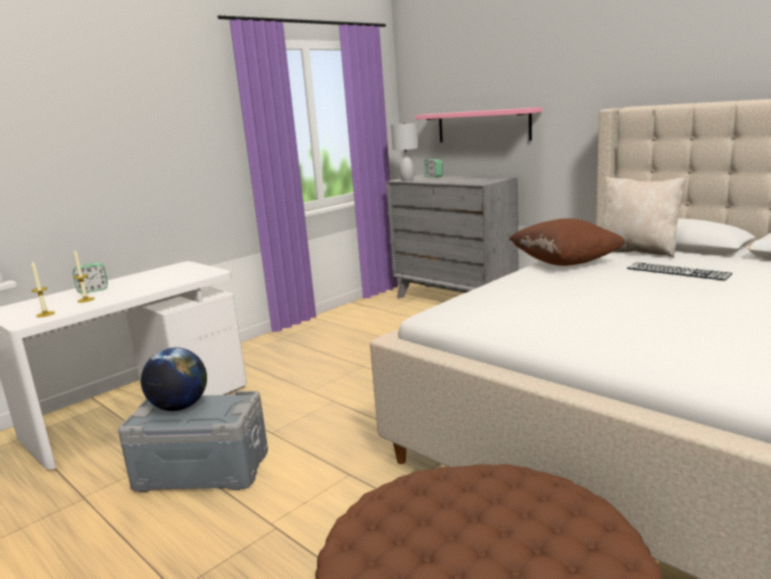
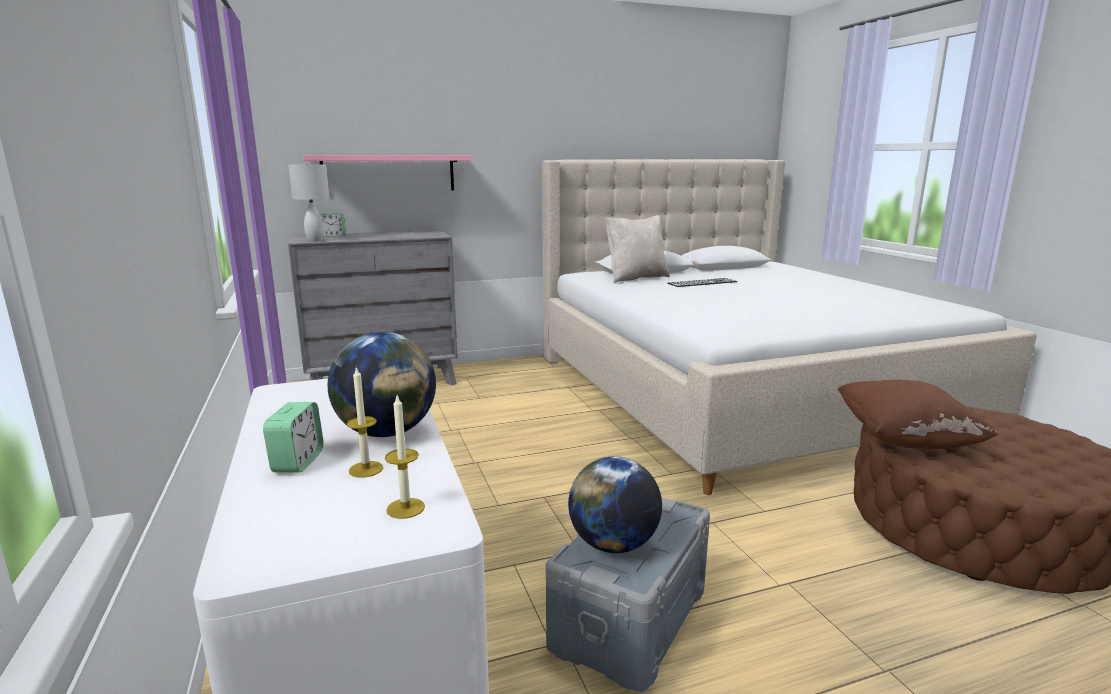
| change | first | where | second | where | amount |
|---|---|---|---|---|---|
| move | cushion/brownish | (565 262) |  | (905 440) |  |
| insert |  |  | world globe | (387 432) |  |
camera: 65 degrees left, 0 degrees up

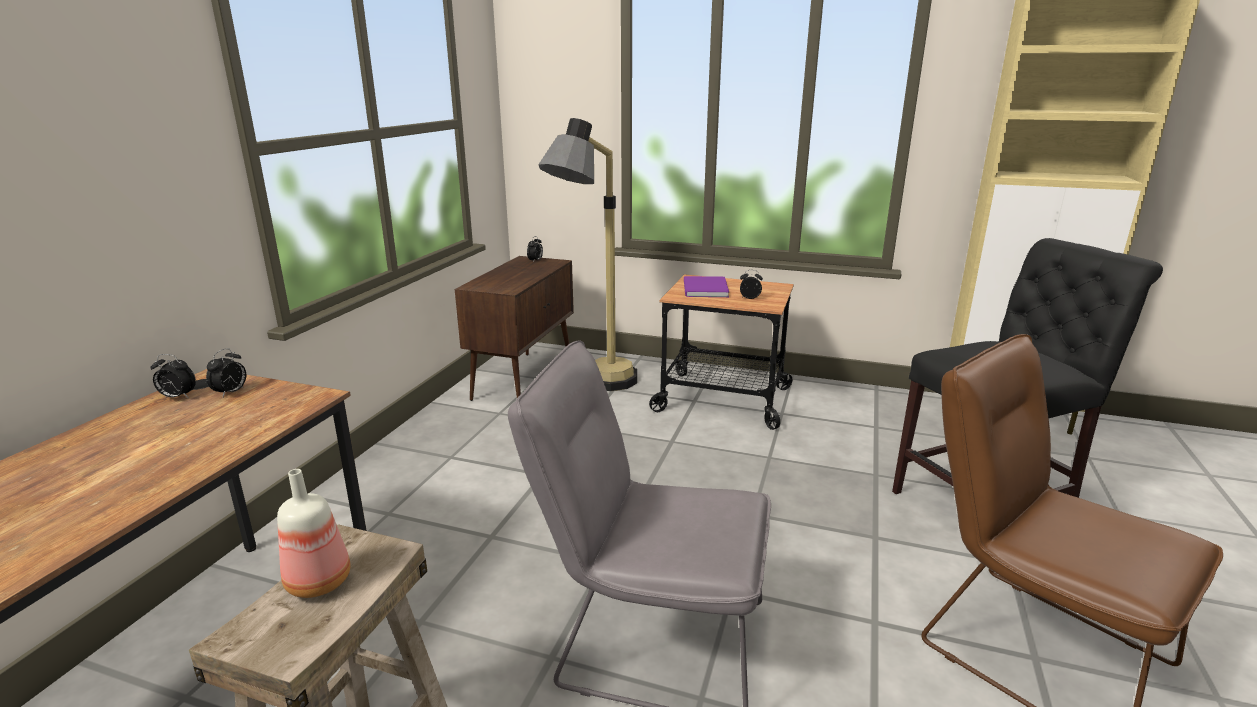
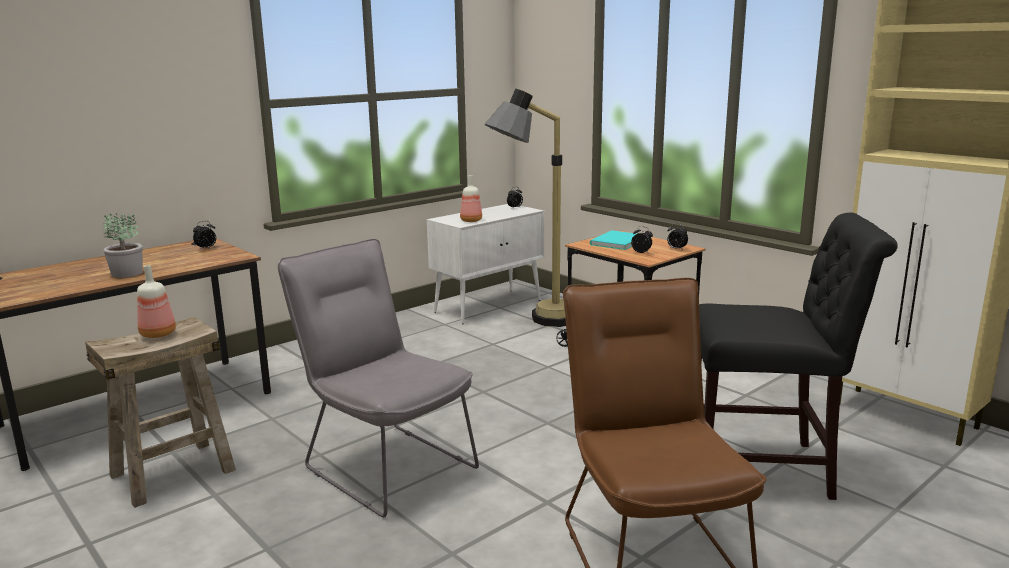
| change | first | where | second | where | amount |
|---|---|---|---|---|---|
| recolor | cupboard/brownish | (524 378) | cupboard/white-coloured | (489 306) |  |
| recolor | volume/purplish | (704 289) | volume/turquoise-coloured | (615 242) |  |
| move | table clock | (177 397) |  | (676 249) |  |
| insert |  |  | beverage bottle | (471 221) |  |
| insert |  |  | houseplant | (127 273) |  |
camera: 30 degrees right, 5 degrees down

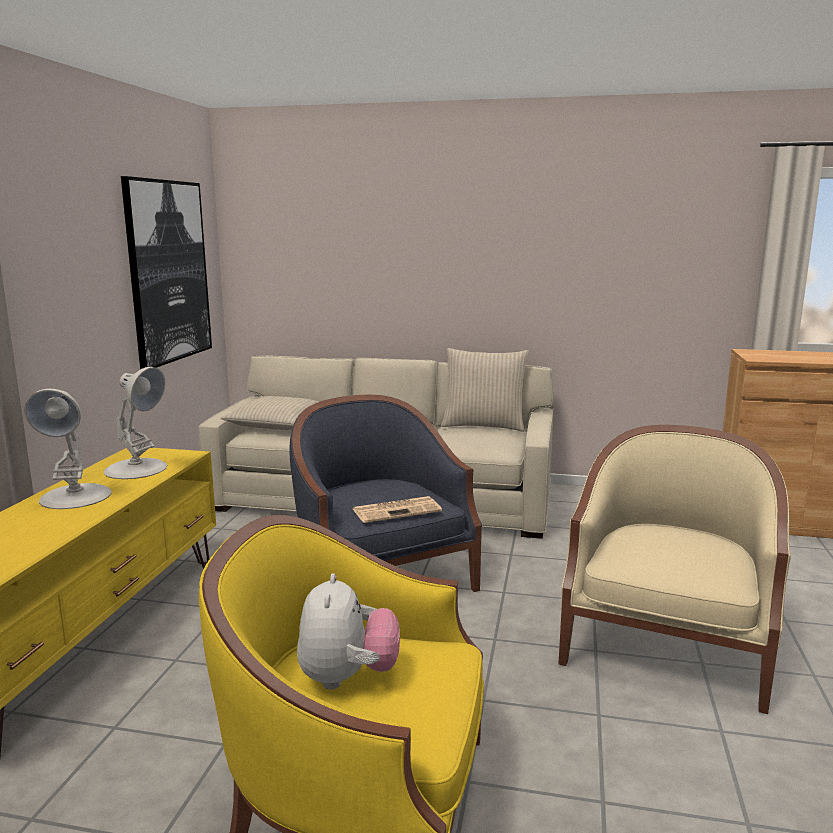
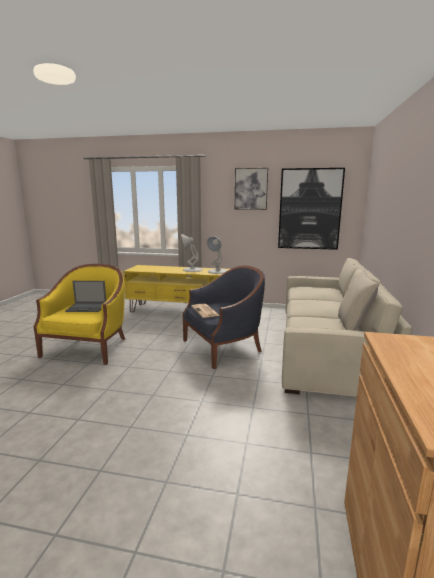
| change | first | where | second | where | amount |
|---|---|---|---|---|---|
| delete | cushion/beige-coloured | (278 424) |  |  |  |
| delete | easy chair/beige-coloured | (666 646) |  |  |  |
| replace | plush toy | (347 677) | notebook computer | (87 308) |  |
| insert |  |  | picture | (251 189) |  |
camera: 90 degrees right, 0 degrees up

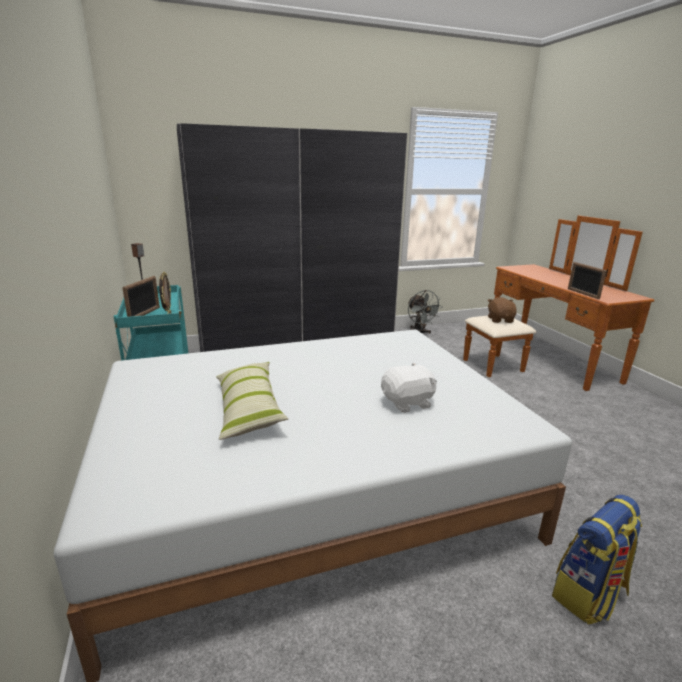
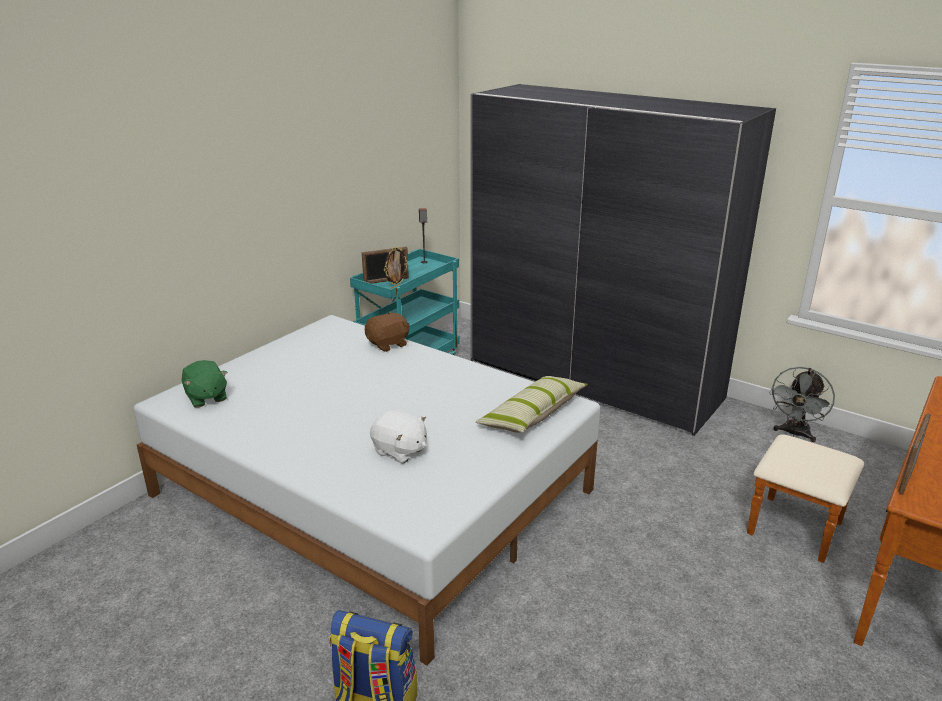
| change | first | where | second | where | amount |
|---|---|---|---|---|---|
| move | plush toy/brownish | (500 320) |  | (388 344) |  |
| move | cushion | (248 409) |  | (532 415) |  |
| insert |  |  | plush toy/green | (206 398) |  |
camera: 55 degrees right, 5 degrees up

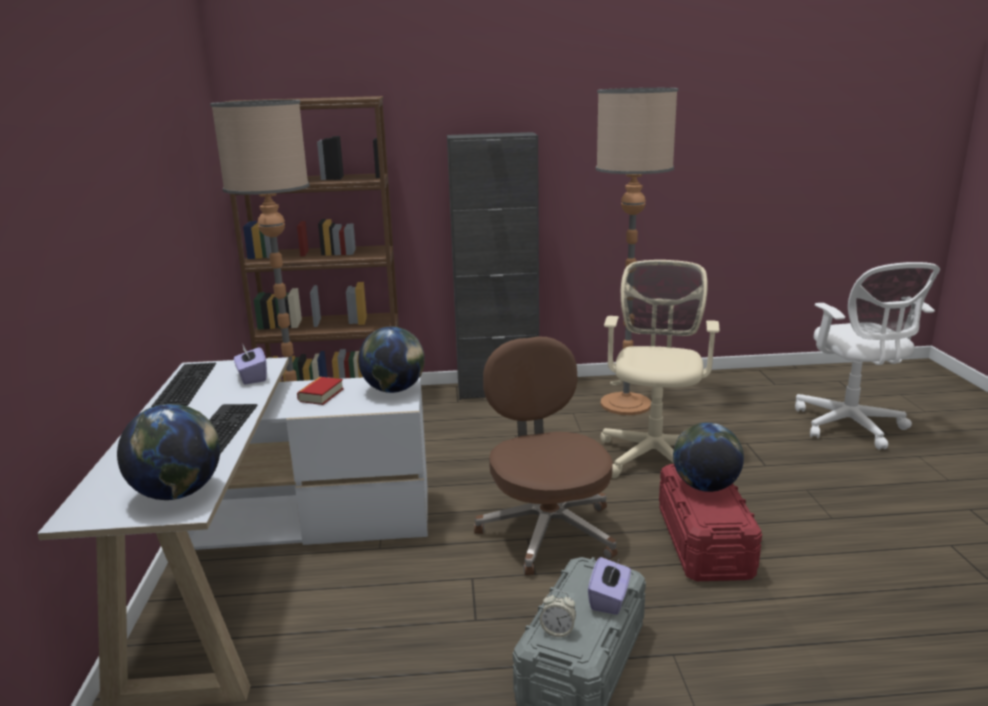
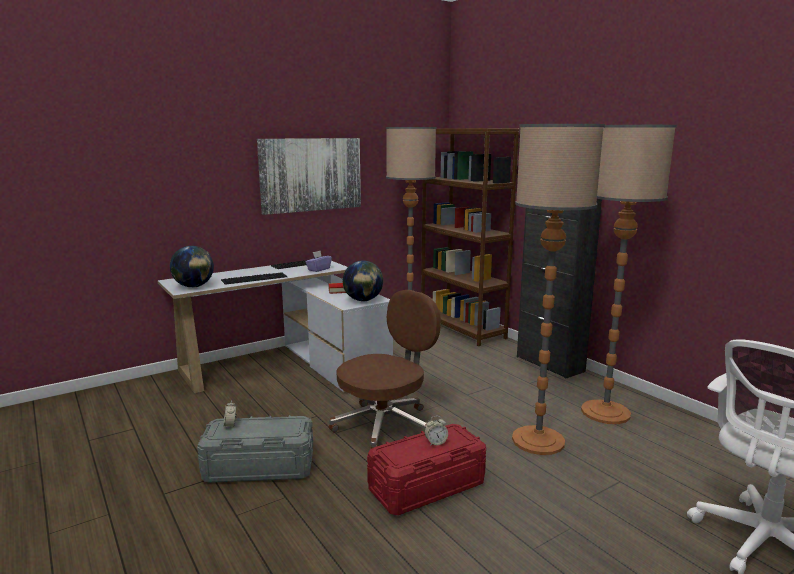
| change | first | where | second | where | amount |
|---|---|---|---|---|---|
| replace | computer chair/beige-coloured | (654 453) | standing lamp | (538 441) |  |
| replace | world globe | (705 487) | table clock | (436 443) |  |
| delete | tissue holder/purplish | (609 599) |  |  |  |
| insert |  |  | picture | (311 174) |  |
camera: 60 degrees right, 5 degrees down

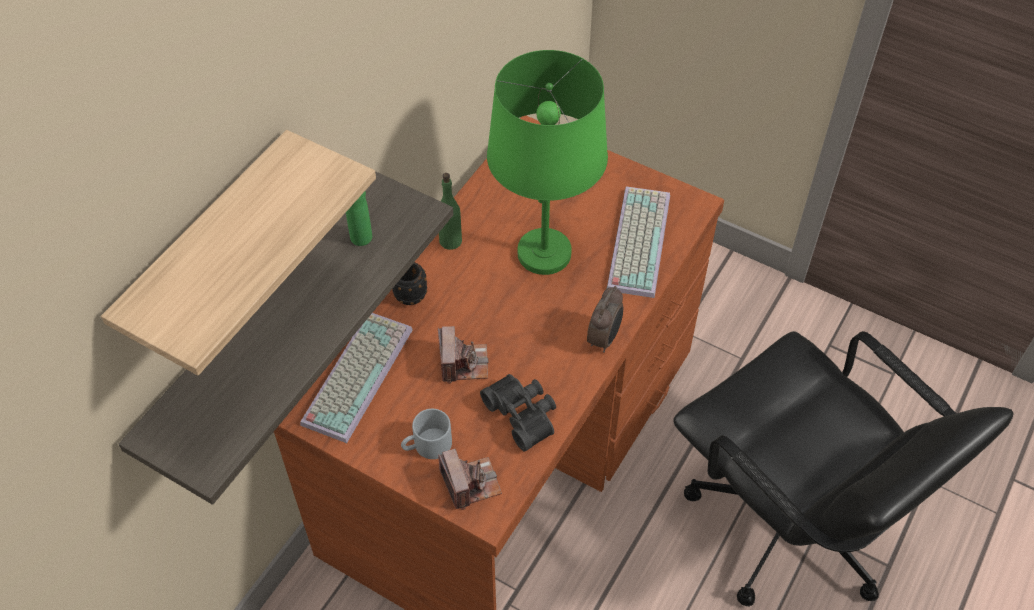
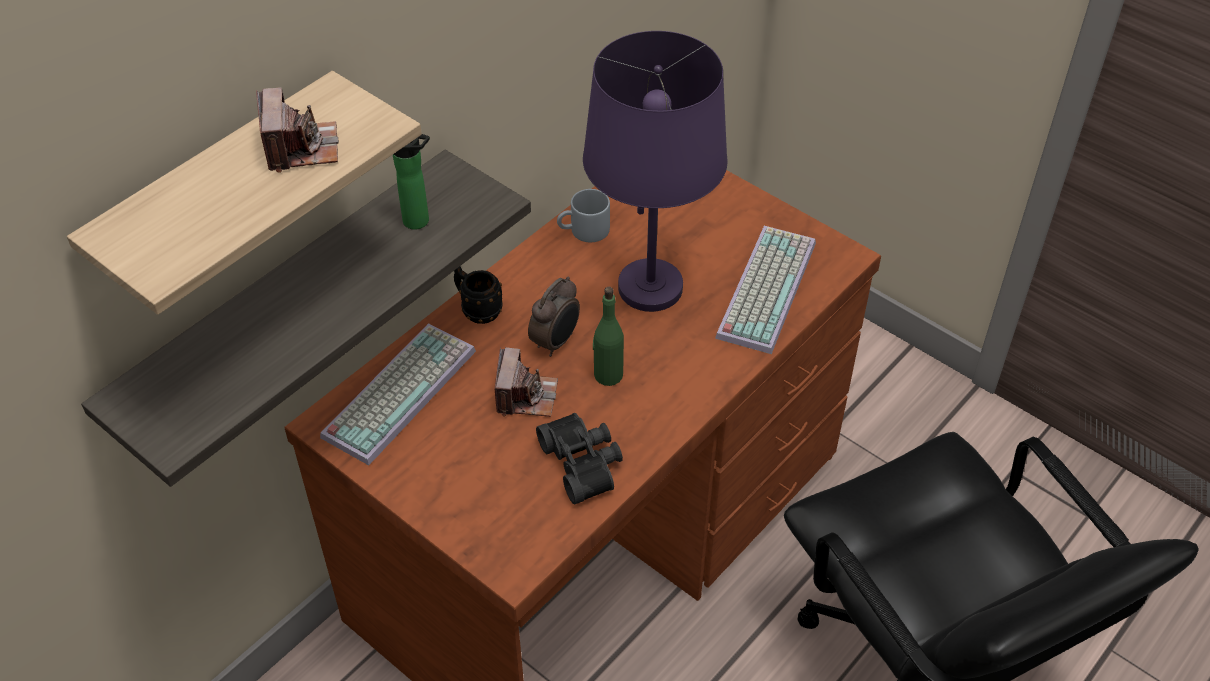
| change | first | where | second | where | amount |
|---|---|---|---|---|---|
| recolor | table lamp/green | (543 253) | table lamp/purplish | (649 287) |  |
| move | beverage bottle/green | (450 241) |  | (608 375) |  |
| move | table clock | (604 338) |  | (556 342) |  |
| move | coffee mug/gray | (427 446) |  | (583 231) |  |
| move | photo camera | (470 483) |  | (301 148) |  |
camera: 10 degrees right, 5 degrees down

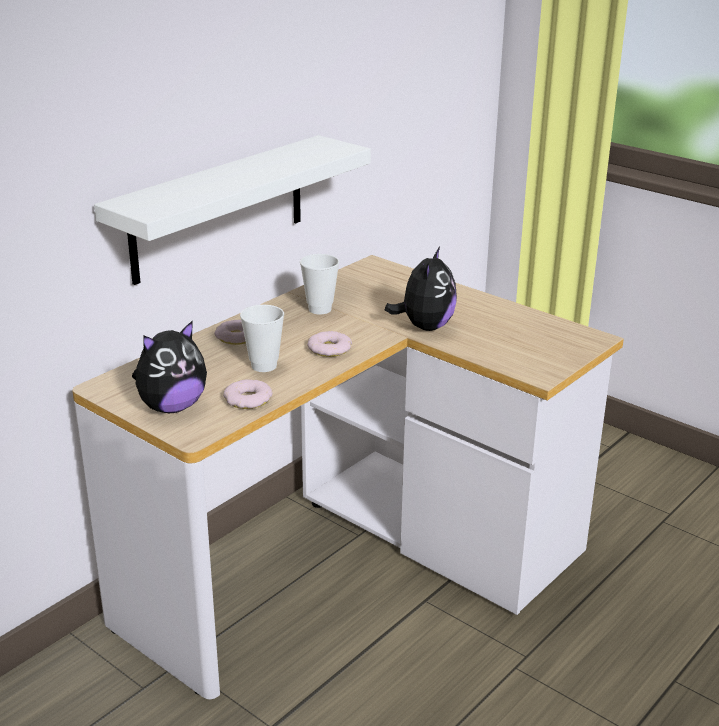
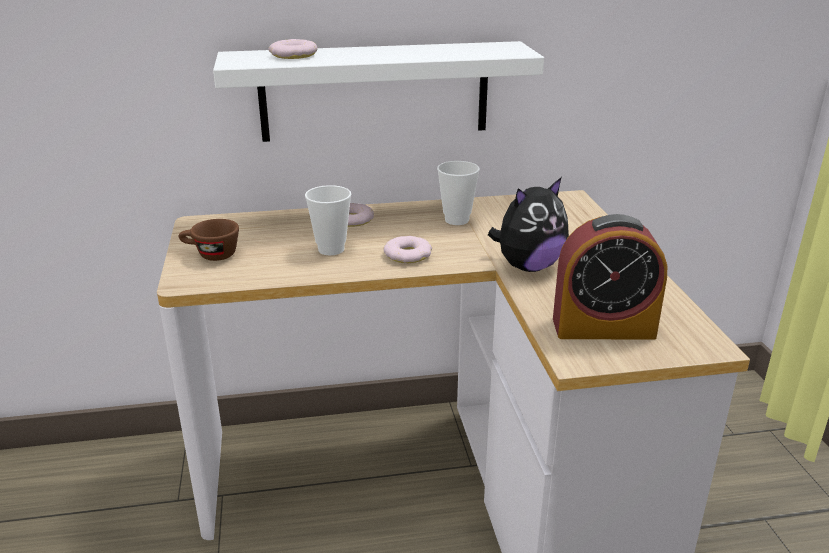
| change | first | where | second | where | amount |
|---|---|---|---|---|---|
| replace | plush toy | (171 407) | drinking cup/brownish | (211 255) |  |
| move | doughnut | (248 399) |  | (293 55) |  |
| insert |  |  | table clock | (603 328) |  |
camera: 40 degrees right, 0 degrees up

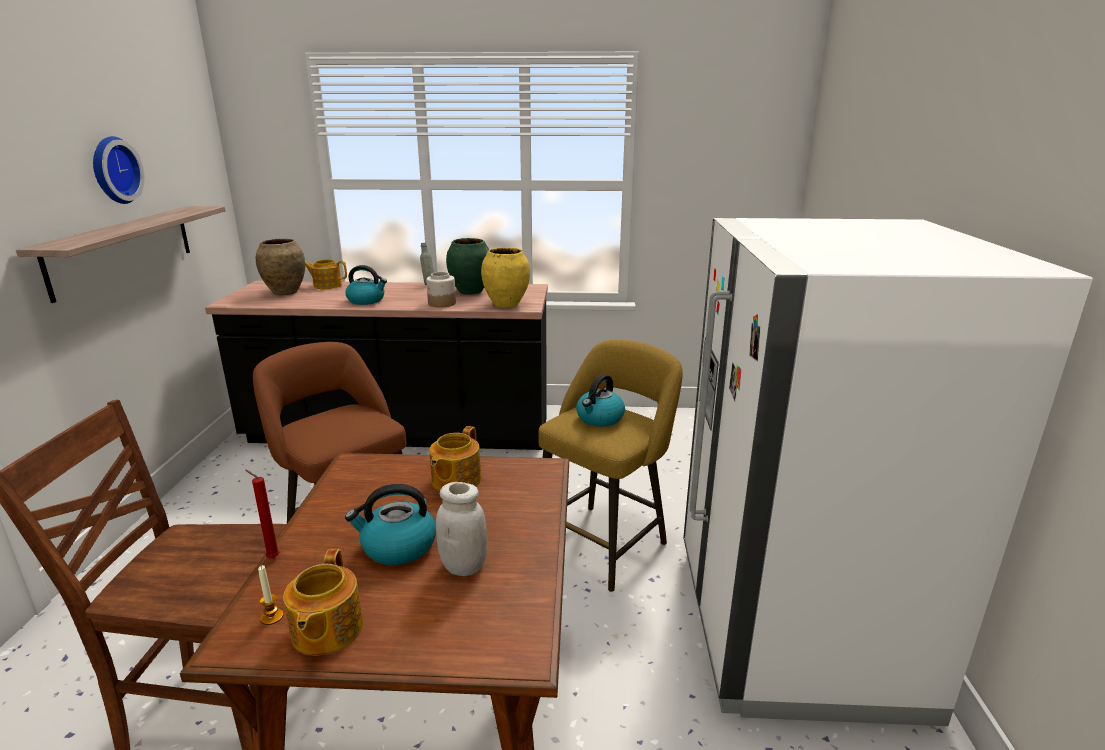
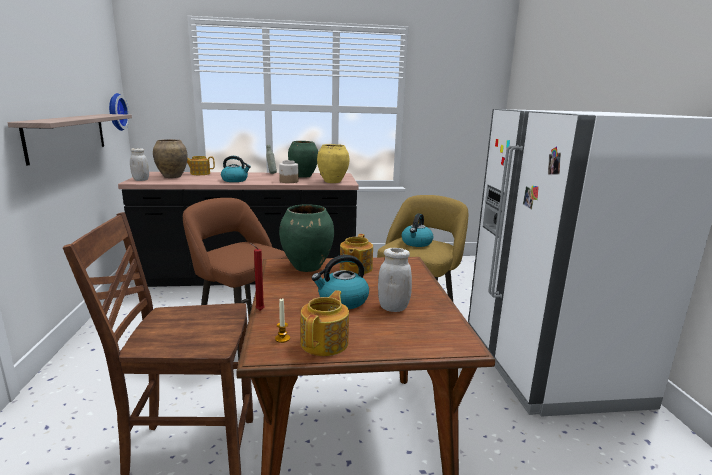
| change | first | where | second | where | amount |
|---|---|---|---|---|---|
| move | clock on the wall | (113 170) |  | (115 112) |  |
| rotate | pot for tea | (326 630) |  | (325 342) | 150 degrees counterclockwise |
| insert |  |  | jar/white-coloured | (141 180) |  |
| insert |  |  | flower vase/green | (307 267) |  |
camera: 10 degrees left, 5 degrees down

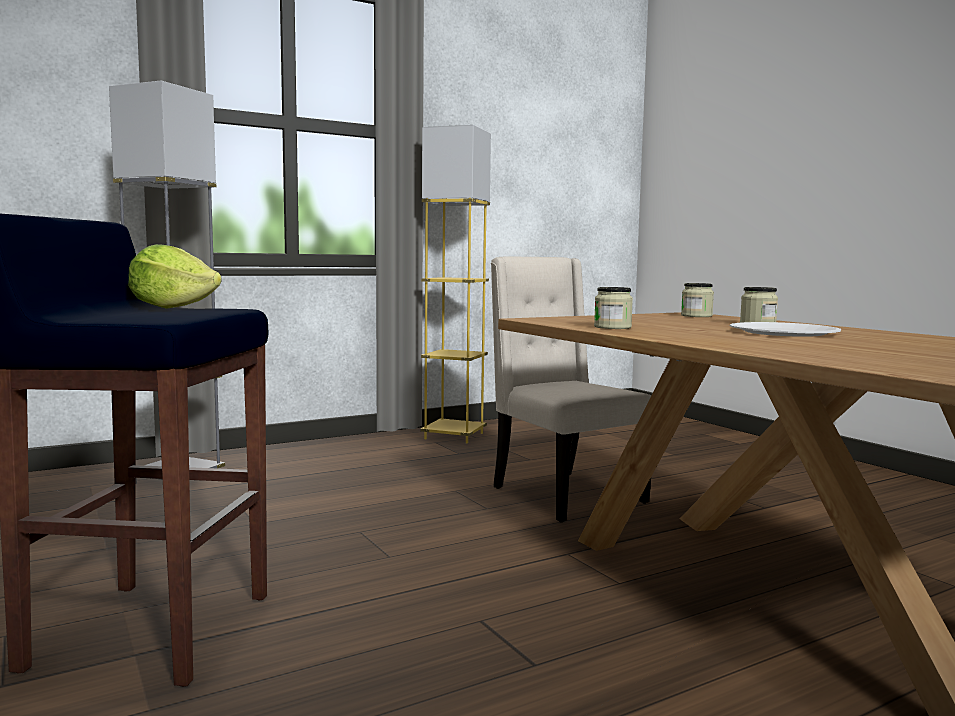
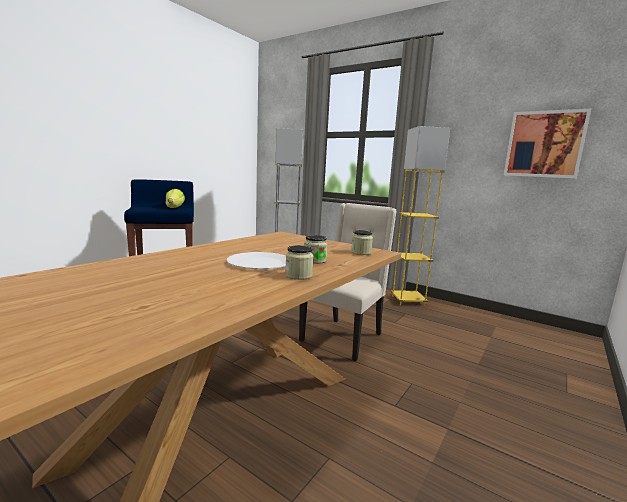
| change | first | where | second | where | amount |
|---|---|---|---|---|---|
| move | jar | (612 327) |  | (298 276) |  |
| insert |  |  | picture | (544 144) |  |
camera: 65 degrees right, 5 degrees up

